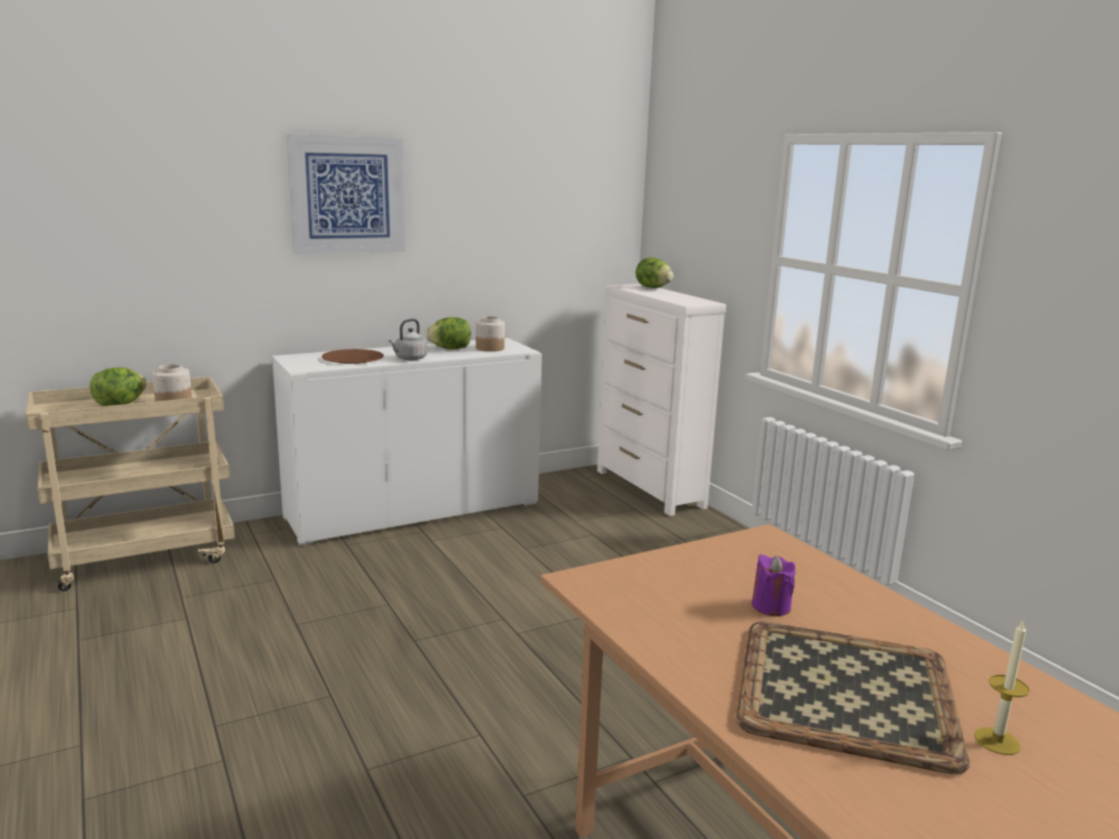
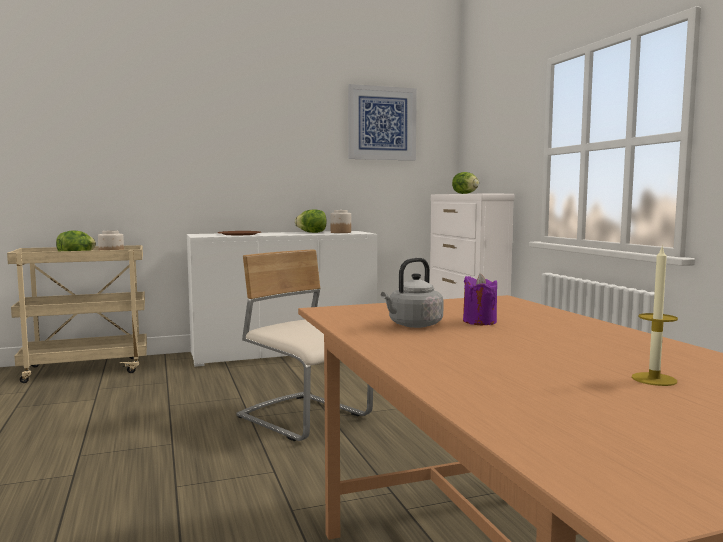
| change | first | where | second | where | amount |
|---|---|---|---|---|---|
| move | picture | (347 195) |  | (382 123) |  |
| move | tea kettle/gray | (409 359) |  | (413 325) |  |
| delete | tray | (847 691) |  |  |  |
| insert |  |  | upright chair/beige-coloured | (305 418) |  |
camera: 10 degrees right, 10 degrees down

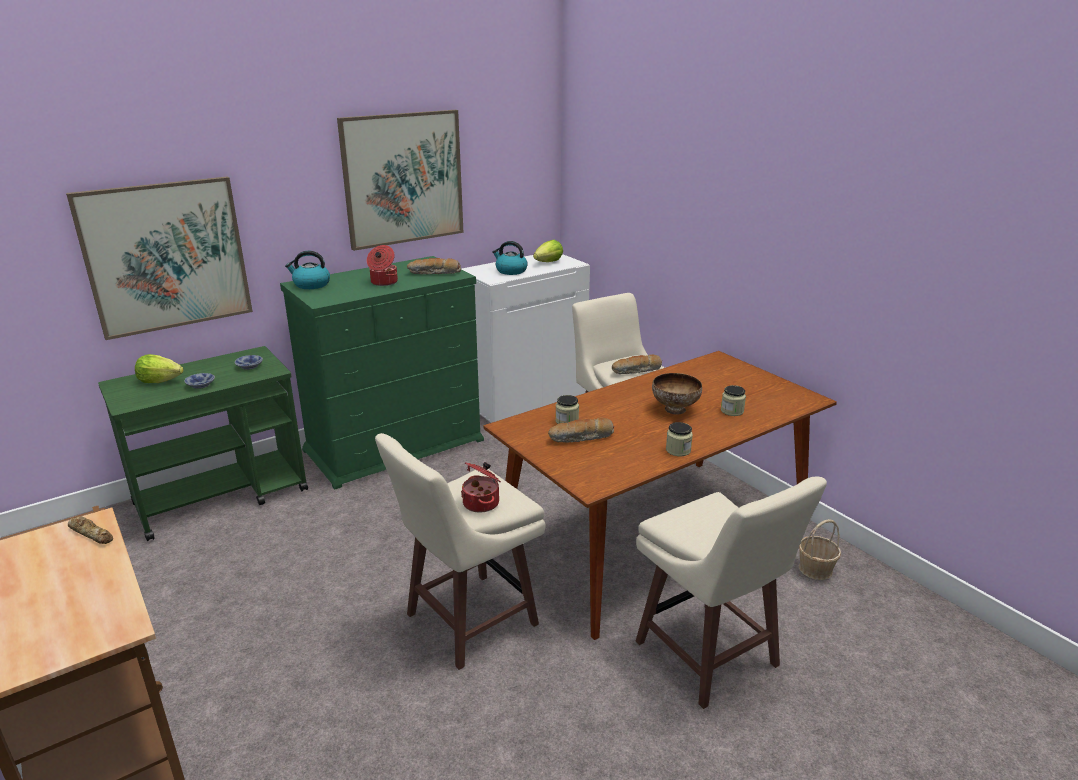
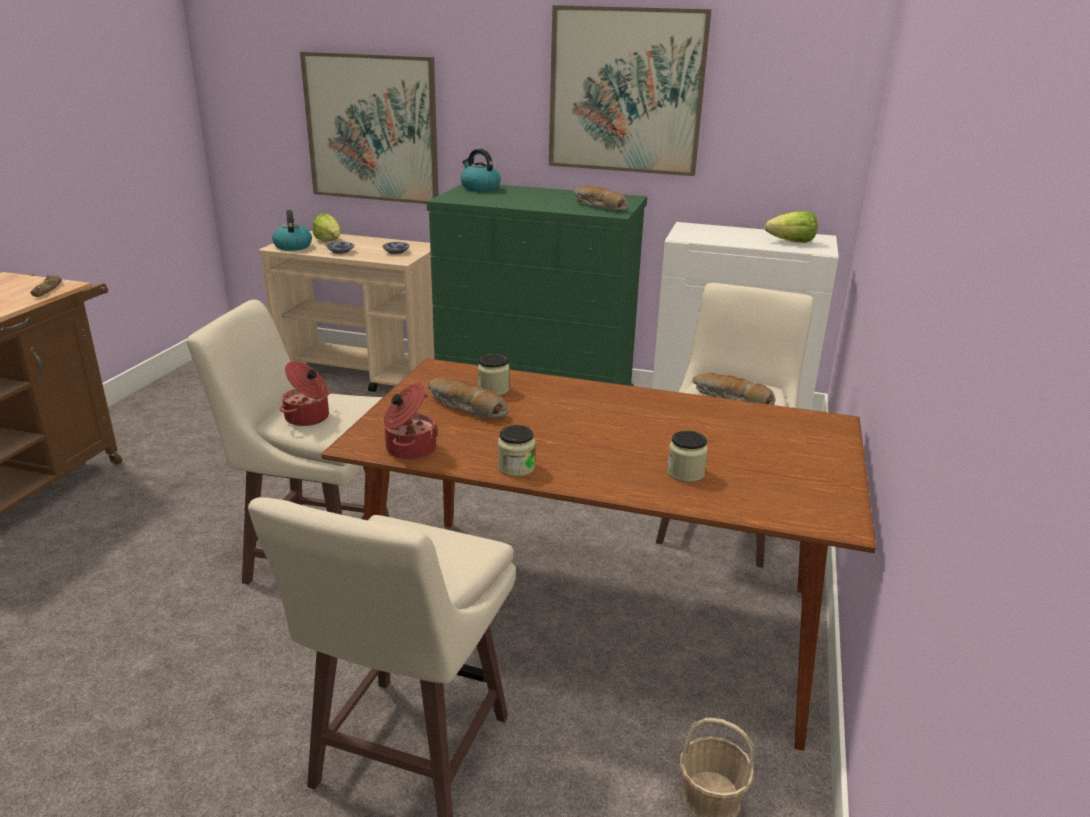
| change | first | where | second | where | amount |
|---|---|---|---|---|---|
| move | tea kettle | (510 271) |  | (292 246) |  |
| move | stockpot | (383 282) |  | (409 449) |  |
| recolor | cart/green | (223 496) | cart/beige-coloured | (363 374) |  |
| delete | serving bowl | (674 409) |  |  |  |
camera: 50 degrees right, 0 degrees up

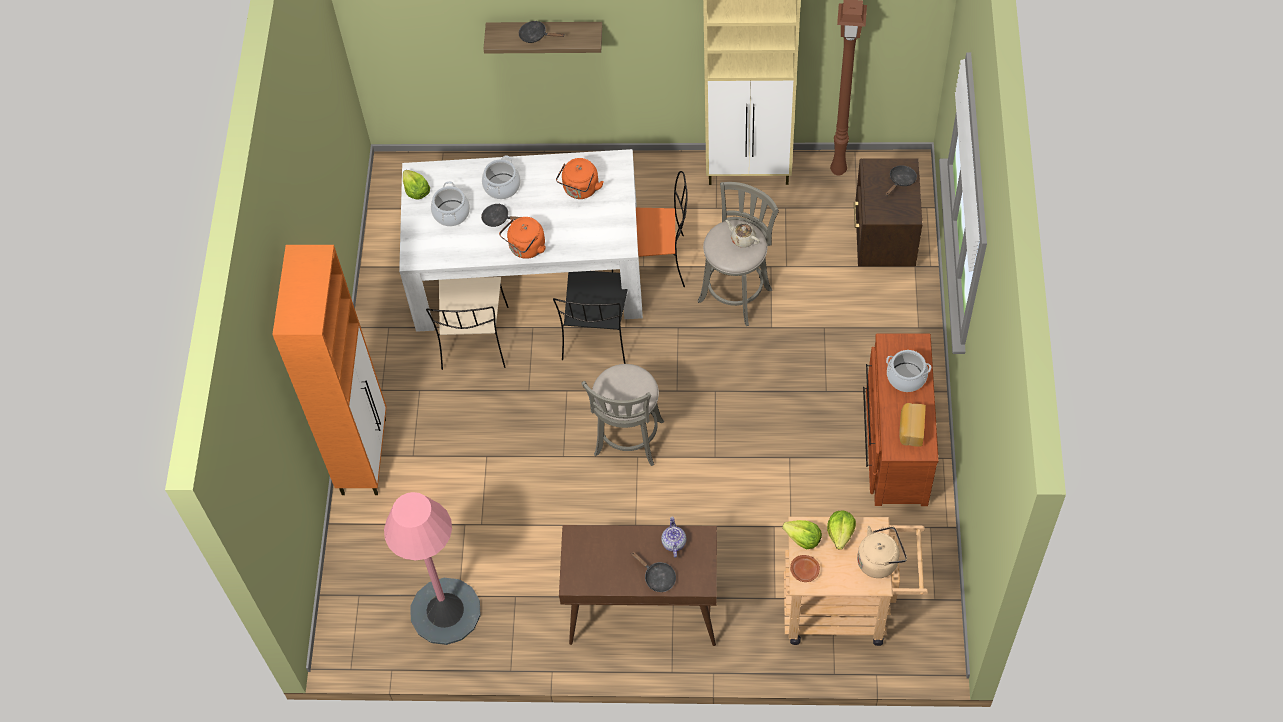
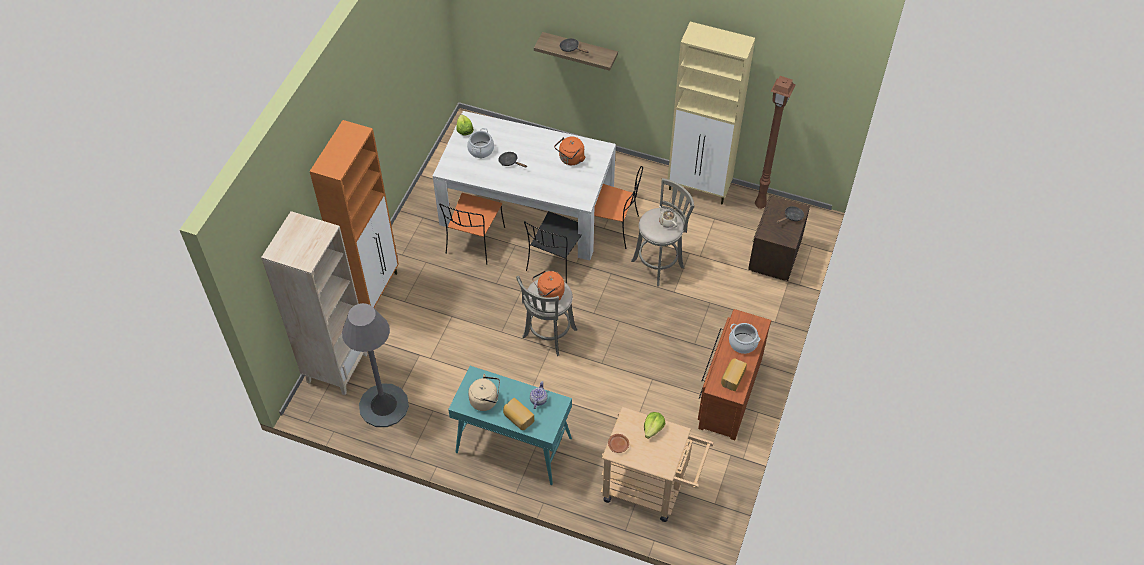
| change | first | where | second | where | amount |
|---|---|---|---|---|---|
| delete | stockpot | (502 186) |  |  |  |
| move | tea kettle/orange-coloured | (526 248) |  | (549 294) |  |
| recolor | upright chair/beige-coloured | (475 340) | upright chair/orange-coloured | (474 242) |  |
| recolor | standing lamp/pink-coloured | (445 611) | standing lamp/gray | (384 406) |  |
| delete | lettuce head | (803 538) |  |  |  |
| recolor | console table/brownish | (642 609) | console table/turquoise-coloured | (513 445) |  |
| move | tea kettle/beige-coloured | (880 561) |  | (486 400) |  |
| replace | pan/black-coloured | (657 577) | bakery bread | (518 418) |  |
| insert |  |  | bookshelf/beige-coloured | (337 367) |  |
camera: 15 degrees right, 5 degrees down

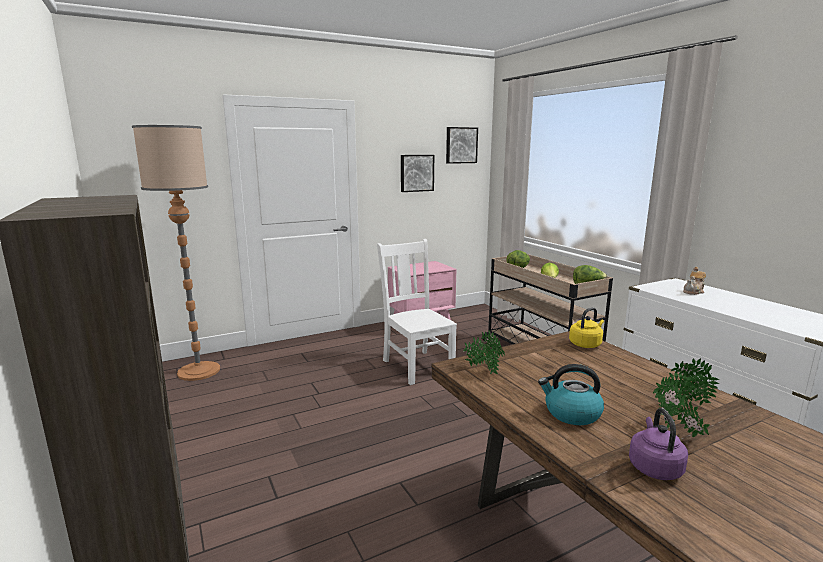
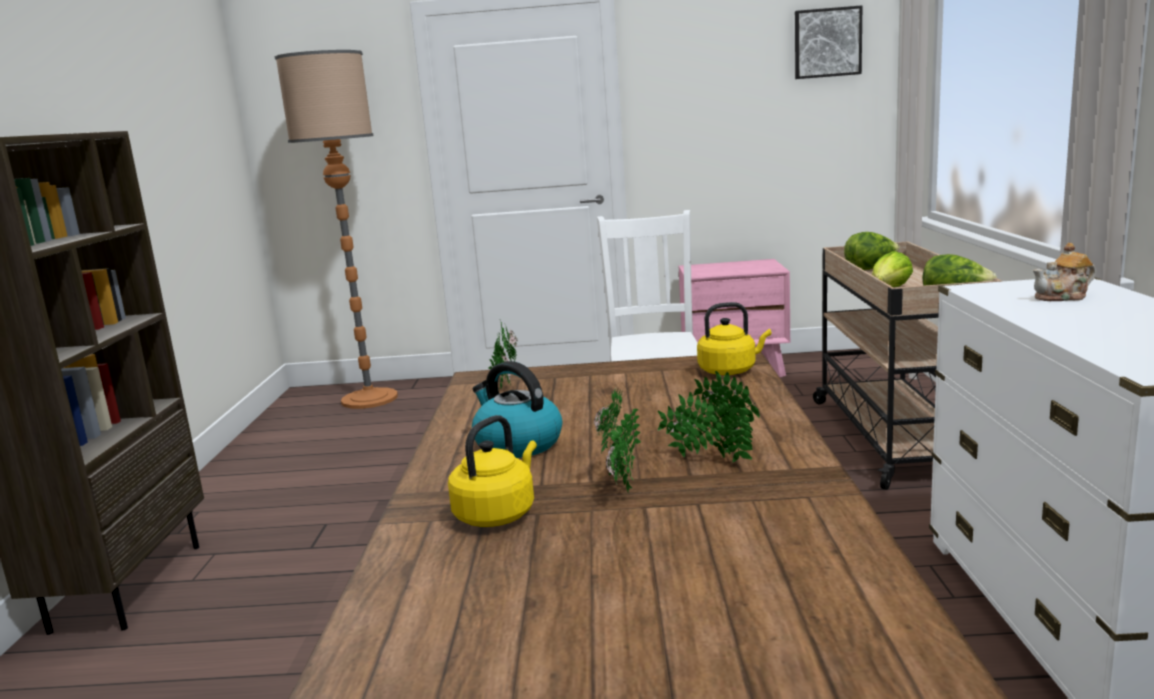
| change | first | where | second | where | amount |
|---|---|---|---|---|---|
| delete | picture | (416 173) |  |  |  |
| recolor | tea kettle/purplish | (654 467) | tea kettle/yellow-coloured | (497 513) |  |
camera: 30 degrees right, 0 degrees up

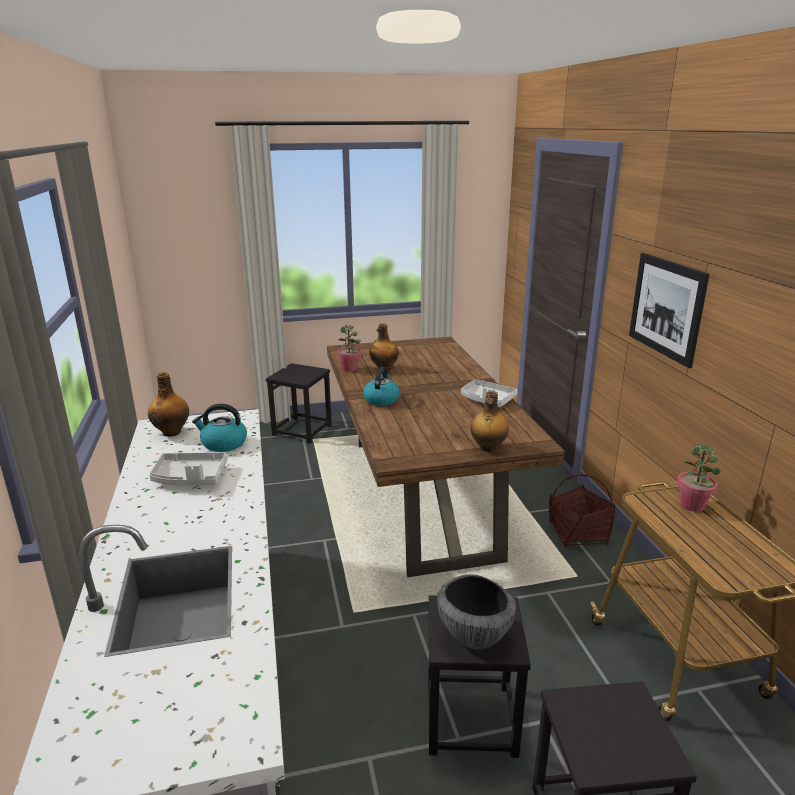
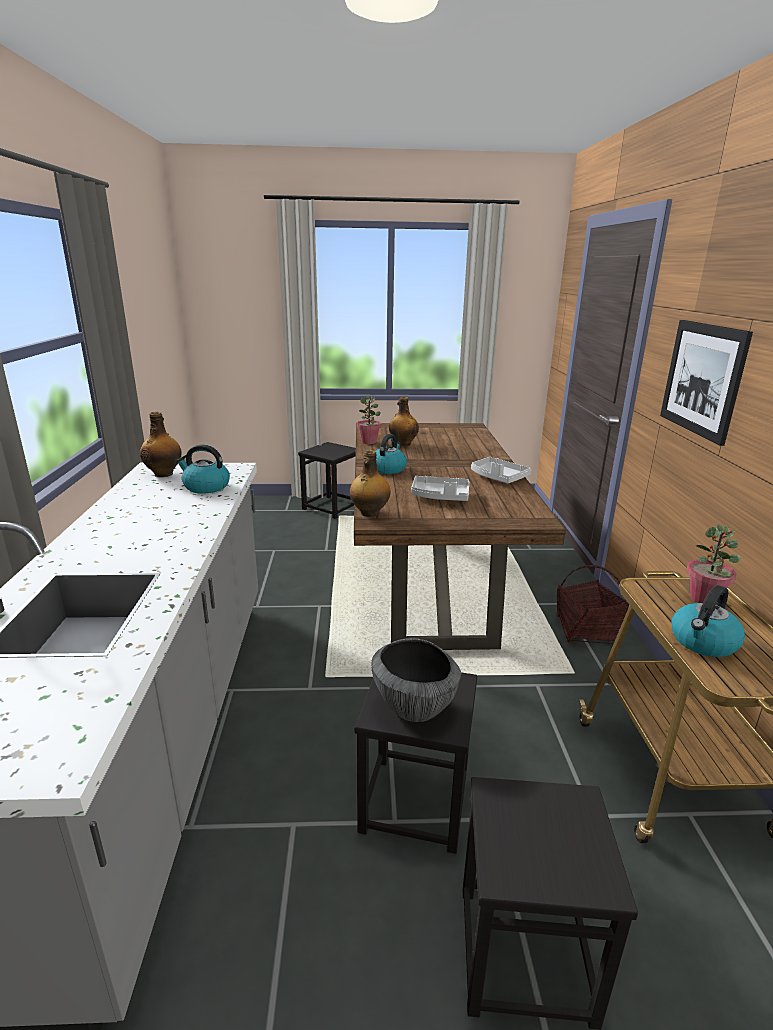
| change | first | where | second | where | amount |
|---|---|---|---|---|---|
| move | beverage bottle | (487 448) |  | (369 513) |  |
| move | tray/gray | (190 478) |  | (440 496) |  |
| insert |  |  | tea kettle | (703 642) |  |
camera: 10 degrees right, 0 degrees up

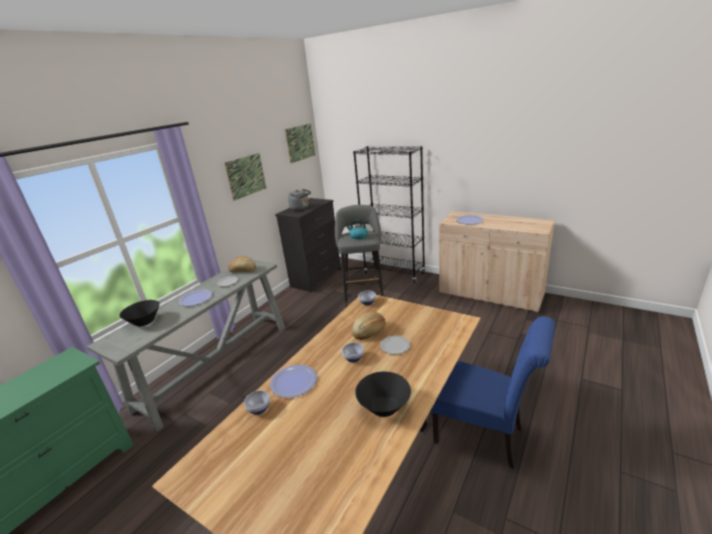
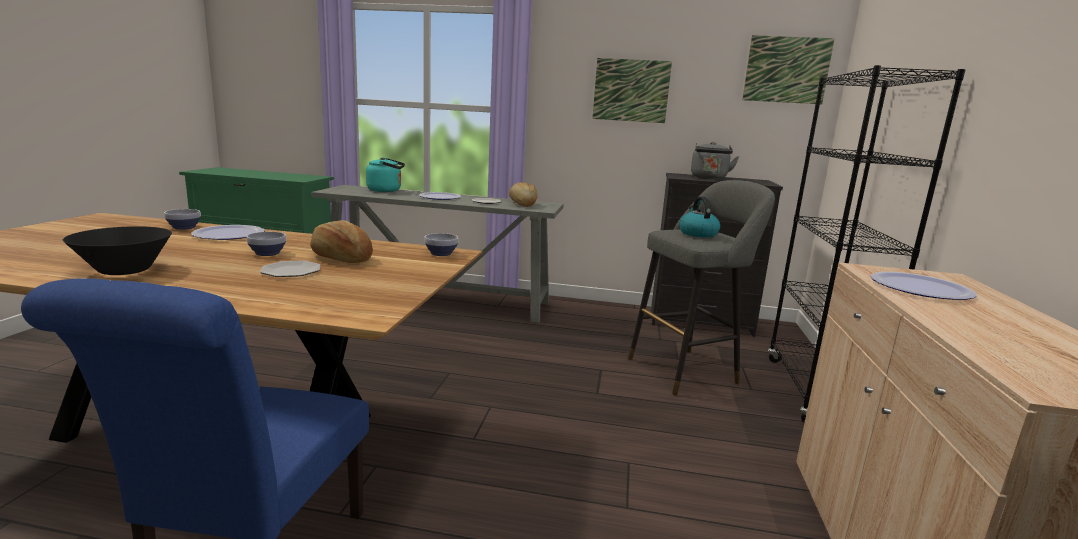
| change | first | where | second | where | amount |
|---|---|---|---|---|---|
| replace | serving bowl/black-coloured | (145 322) | tea kettle/turquoise-coloured | (386 190) |  |
camera: 65 degrees right, 10 degrees down

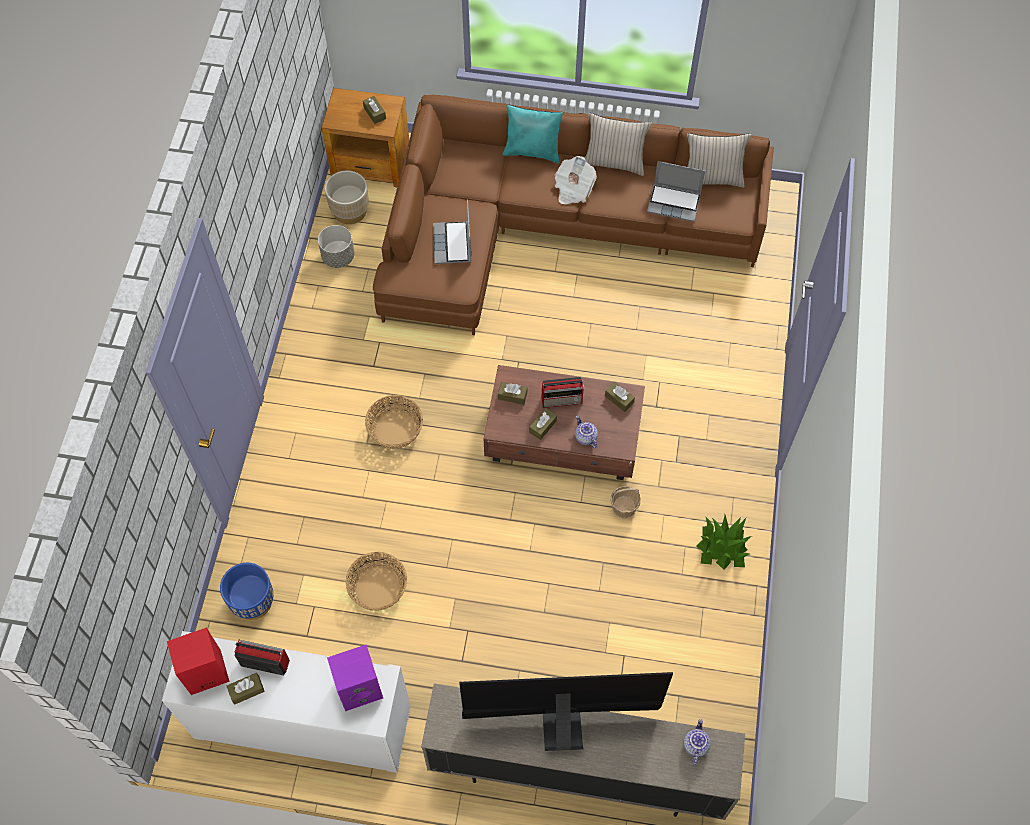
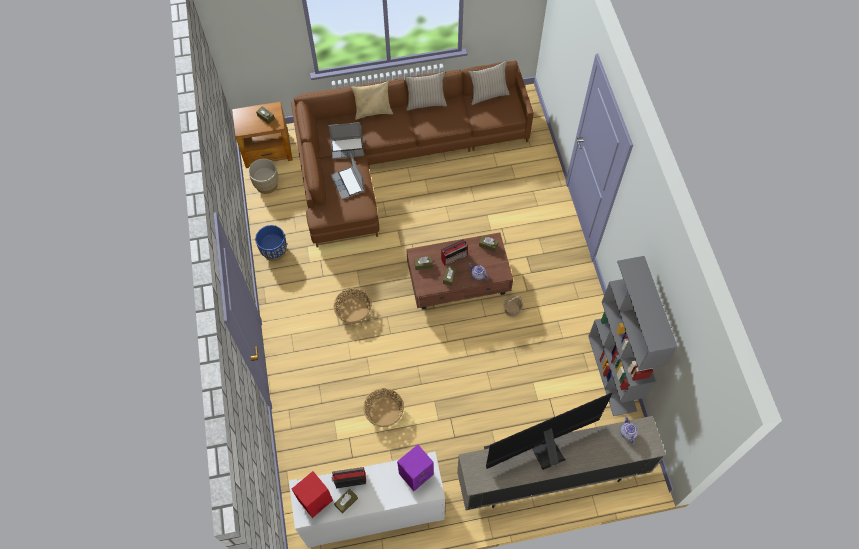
| change | first | where | second | where | amount |
|---|---|---|---|---|---|
| recolor | cushion/turquoise-coloured | (533 151) | cushion/beige-coloured | (373 111) |  |
| delete | daily paper | (573 189) |  |  |  |
| move | notebook computer | (674 203) |  | (347 147) |  |
| delete | planter/gray | (338 257) |  |  |  |
| delete | houseplant | (722 547) |  |  |  |
| move | planter/blue-coloured | (252 601) |  | (274 251) |  |
| insert |  |  | bookshelf/gray | (612 373) |  |
camera: 20 degrees left, 0 degrees up

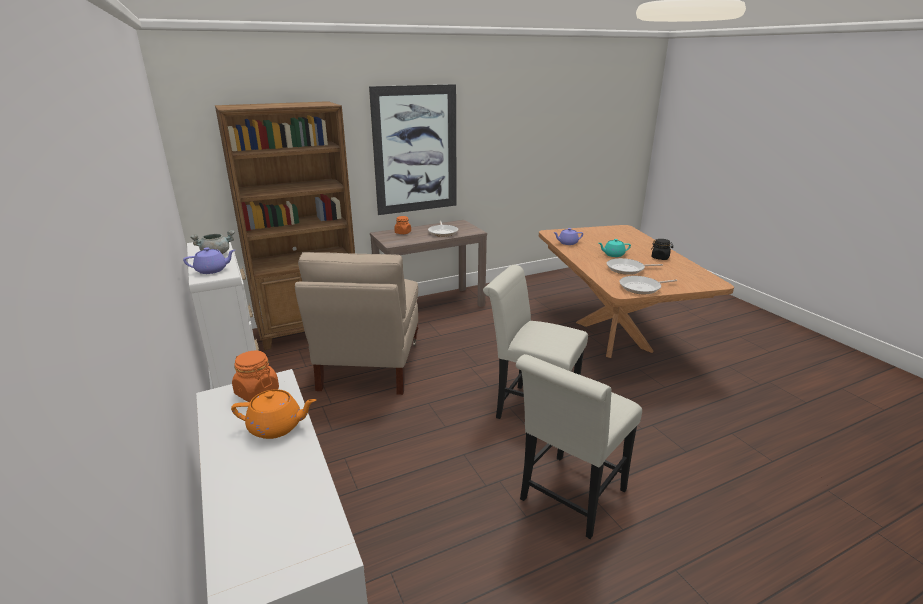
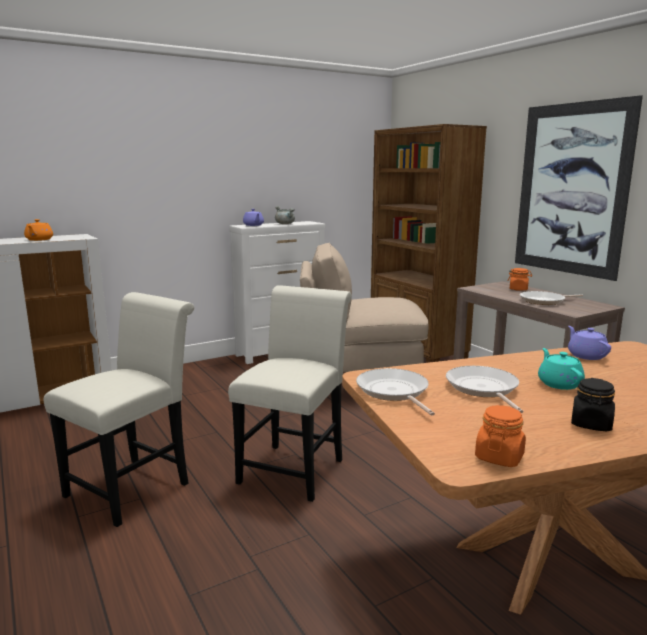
| change | first | where | second | where | amount |
|---|---|---|---|---|---|
| move | jar/orange-coloured | (257 392) |  | (499 457) |  |
| rotate | upright chair/white-coloured | (569 499) |  | (134 486) | 90 degrees clockwise |
camera: 85 degrees right, 10 degrees down

